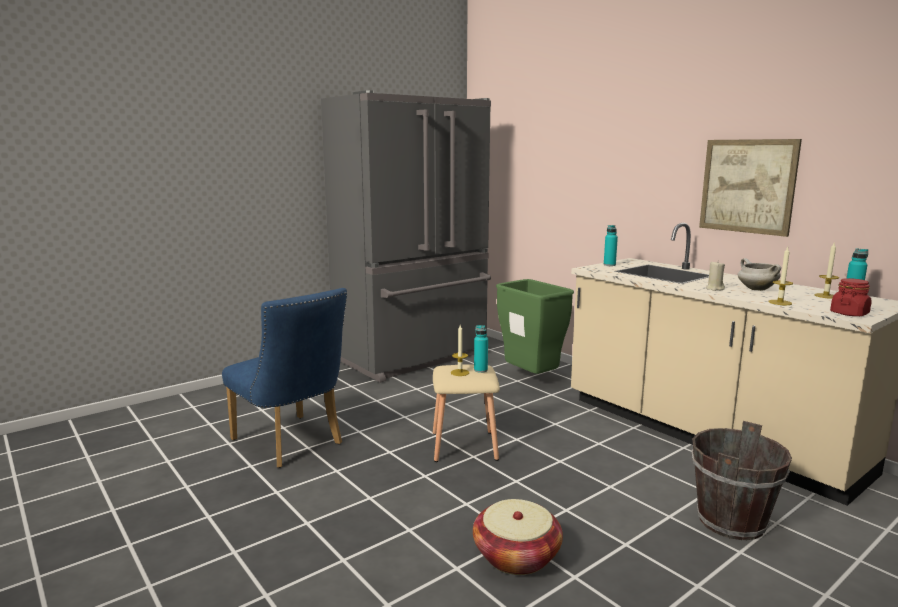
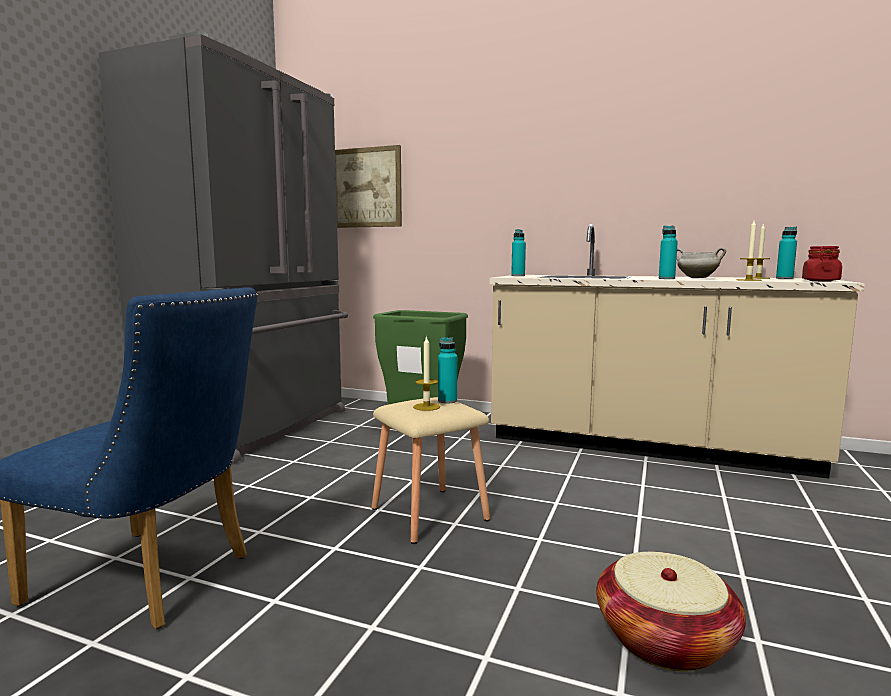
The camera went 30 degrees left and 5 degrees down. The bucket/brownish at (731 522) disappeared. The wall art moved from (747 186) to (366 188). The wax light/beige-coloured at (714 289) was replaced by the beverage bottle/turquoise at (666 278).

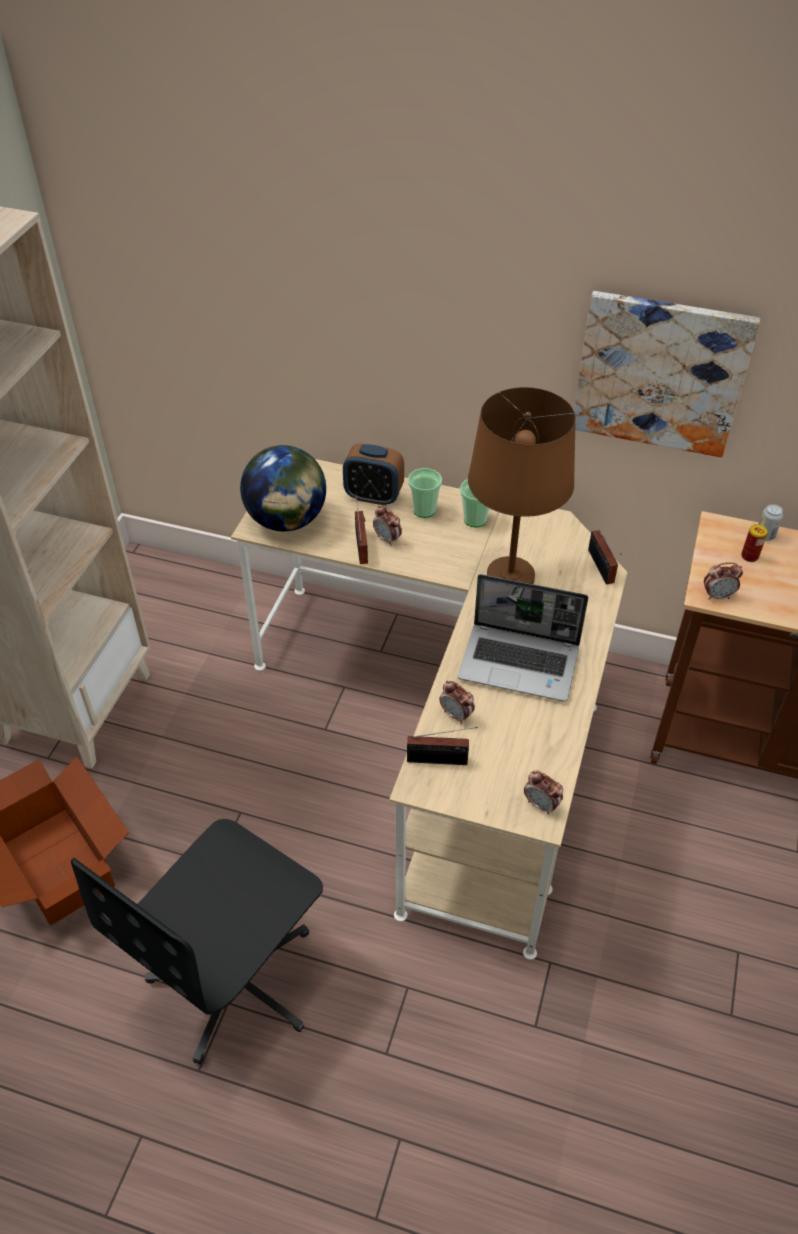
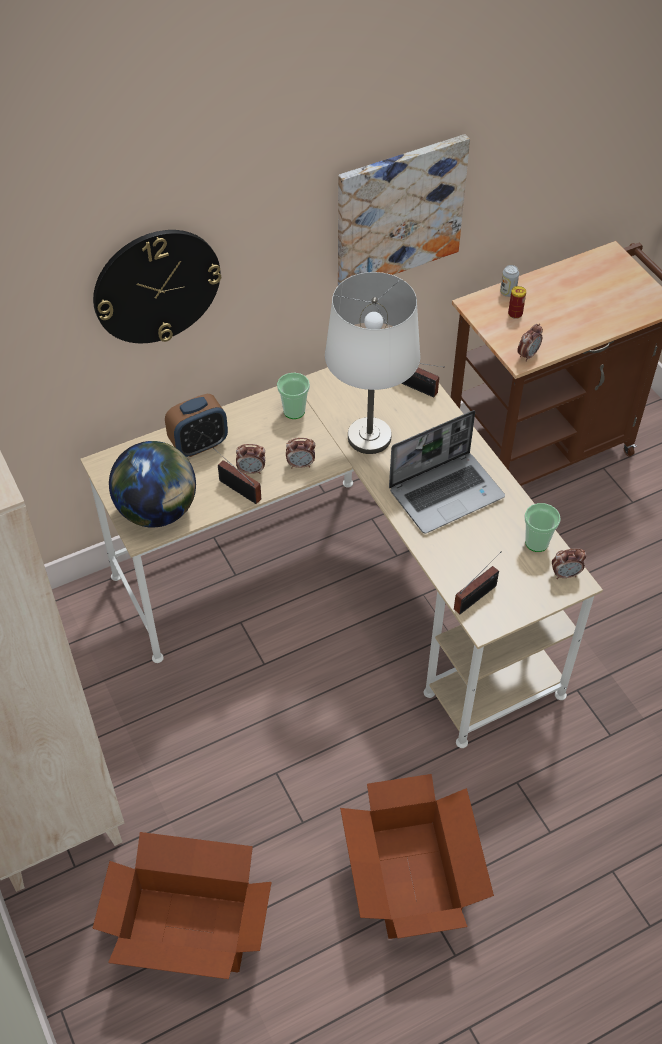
The camera went 45 degrees left and 5 degrees up. The clock on the wall at (156 286) appeared. The small cup moved from (424 510) to (537 542). The table clock moved from (456 715) to (300 464). The desk chair/black at (236 980) was replaced by the carton at (410 880). The table lamp/brownish at (511 578) became the table lamp/whitish at (370 437).

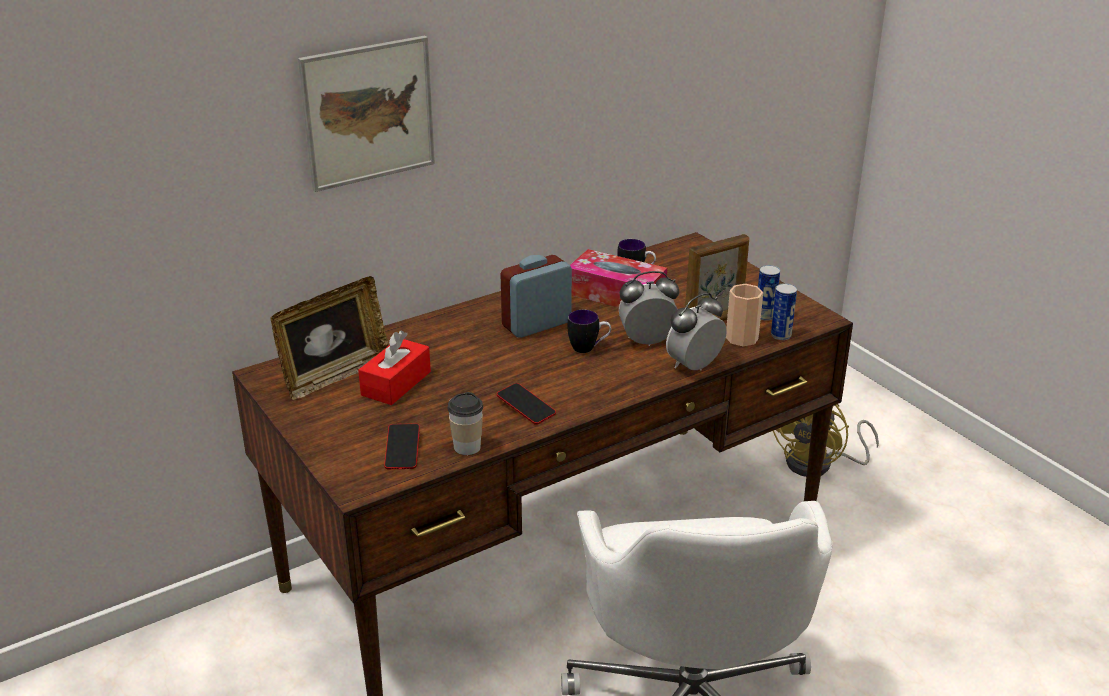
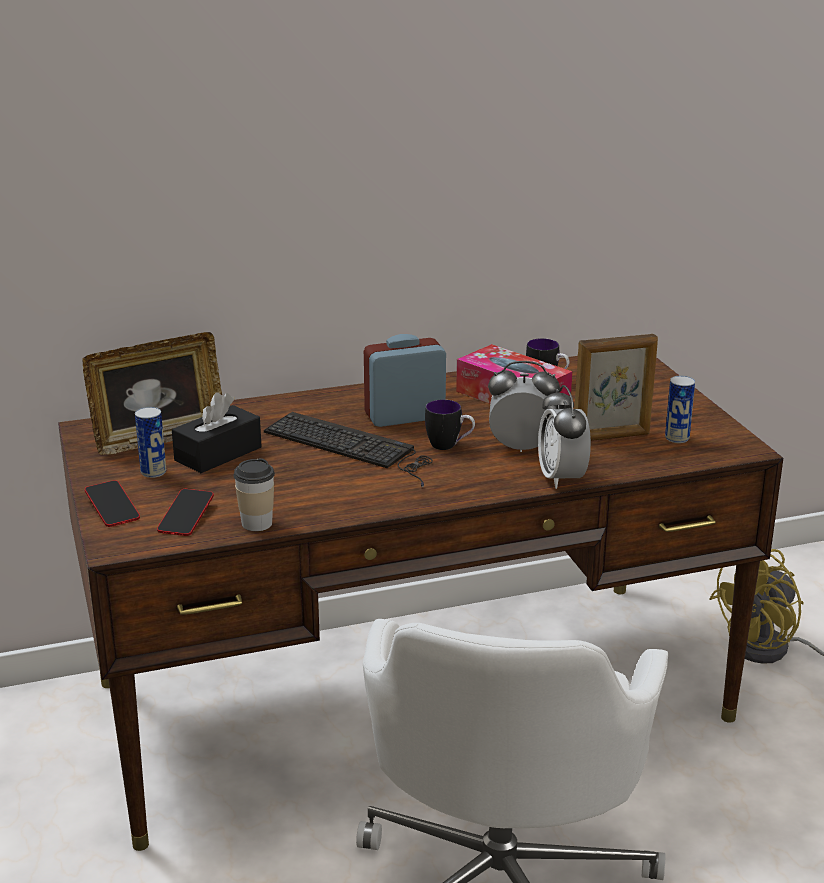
The camera went 15 degrees right and 5 degrees down. The wall art at (368 112) disappeared. The small cup at (742 338) disappeared. The keyboard at (352 447) appeared. The phone moved from (526 407) to (112 508). The sealed can moved from (781 335) to (153 472). The tissue box/red at (396 383) became the tissue box/black at (218 454). The table clock at (694 366) turned 75 degrees counterclockwise.

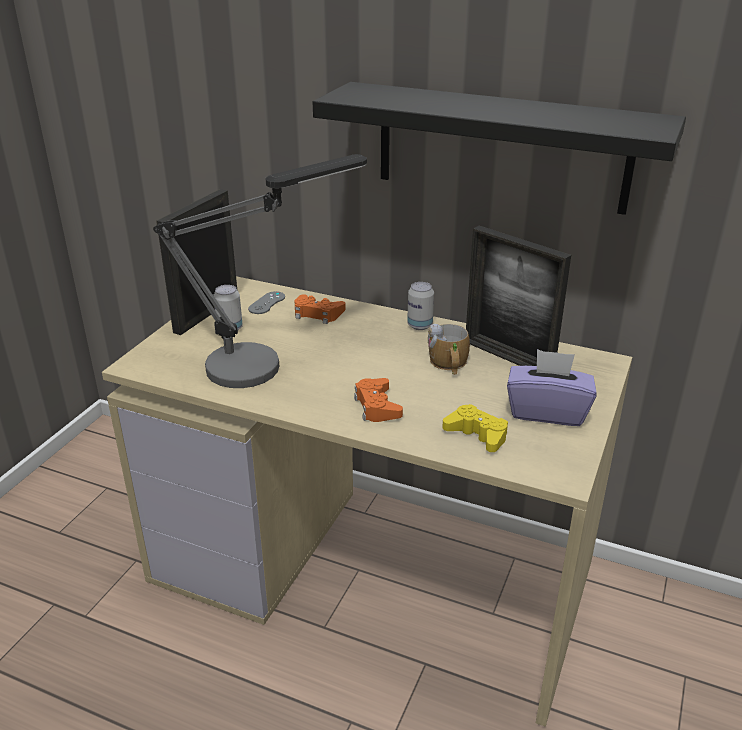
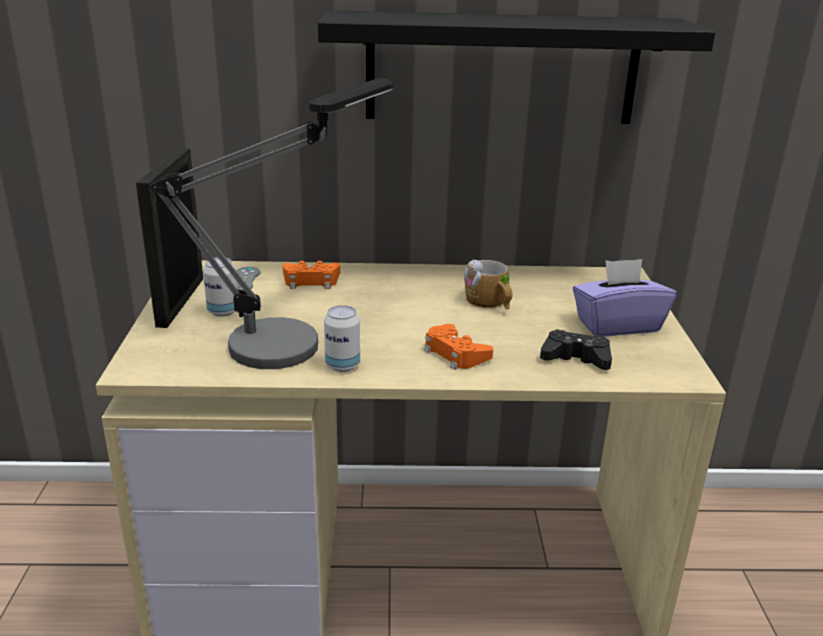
The camera went 25 degrees left and 5 degrees down. The photo frame at (508 357) disappeared. The sealed can moved from (419 325) to (342 365). The game controller/yellowish at (477 434) became the game controller/black at (576 358).

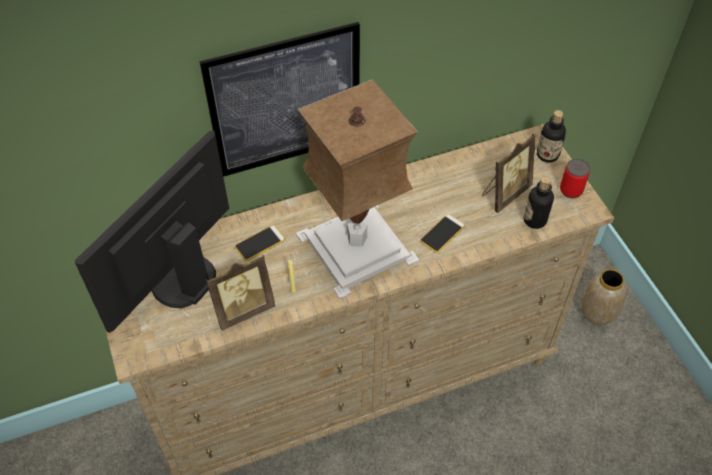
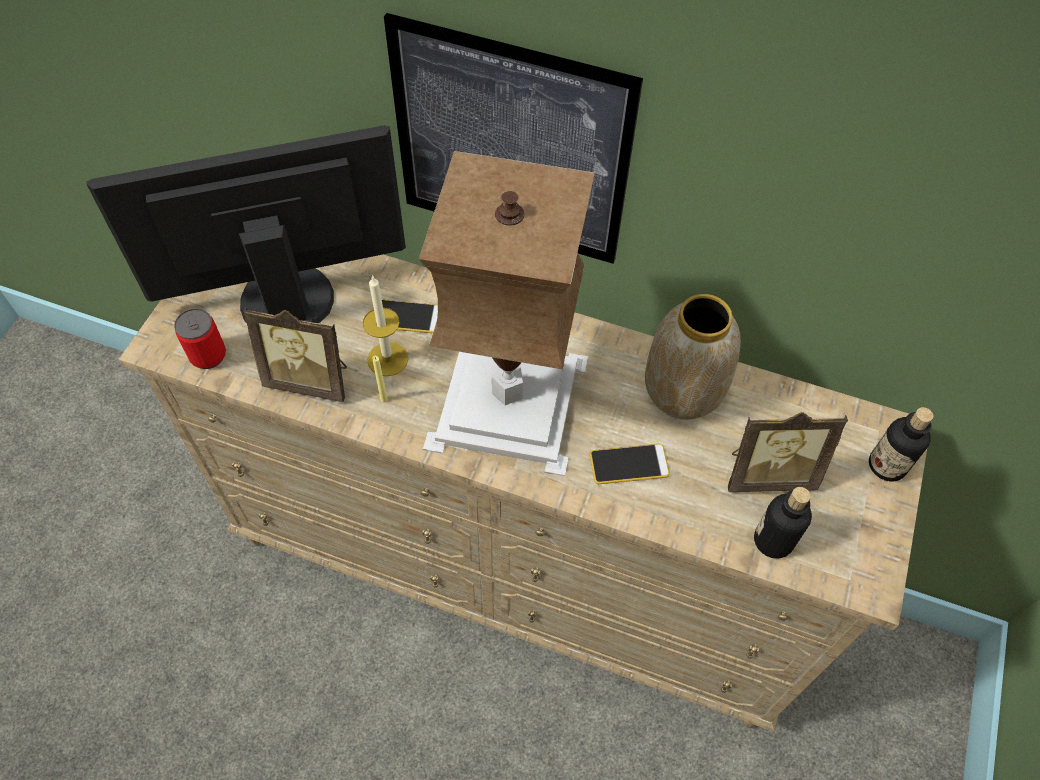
The camera went 40 degrees right and 5 degrees up. The wax light at (387 359) appeared. The sealed can moved from (571 190) to (208 355). The decorative vase moved from (597 312) to (684 392).

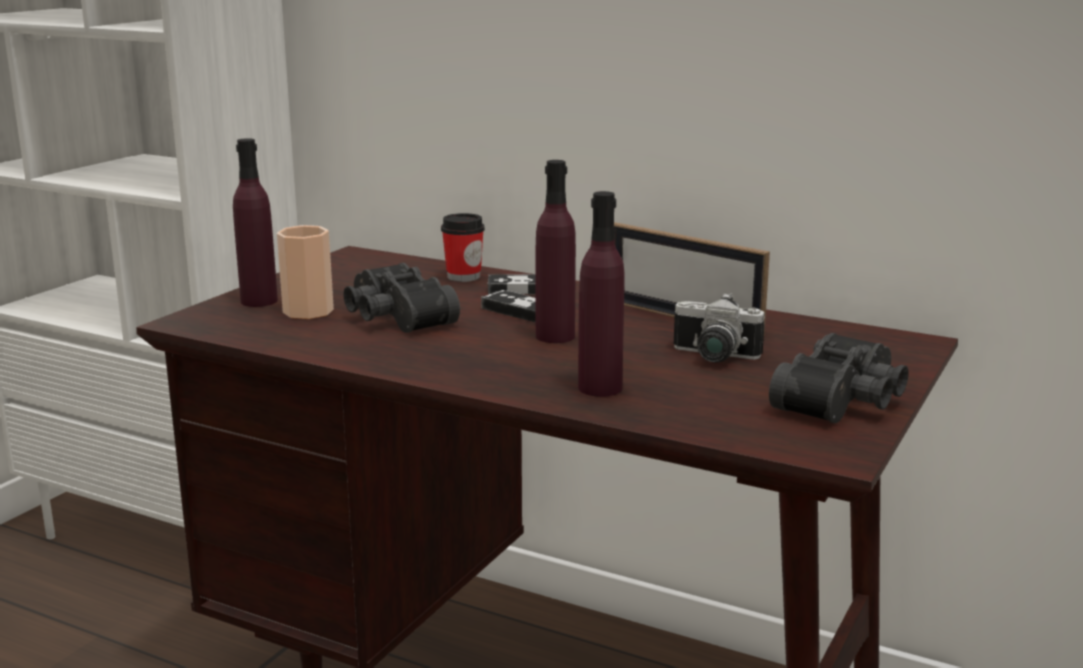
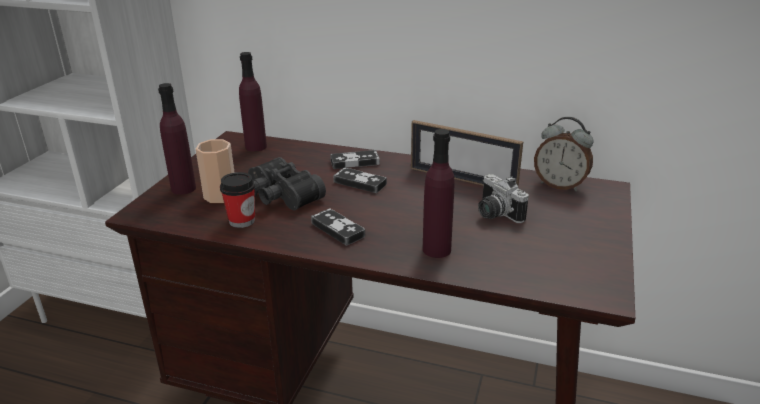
The camera went 10 degrees left and 10 degrees up. The pair of binoculars/black at (845 401) disappeared. The game controller at (337 229) appeared. The table clock at (560 185) appeared. The small cup moved from (463 276) to (242 221). The beverage bottle/purple-coloured moved from (555 336) to (256 147). The still camera at (712 357) turned 45 degrees clockwise.

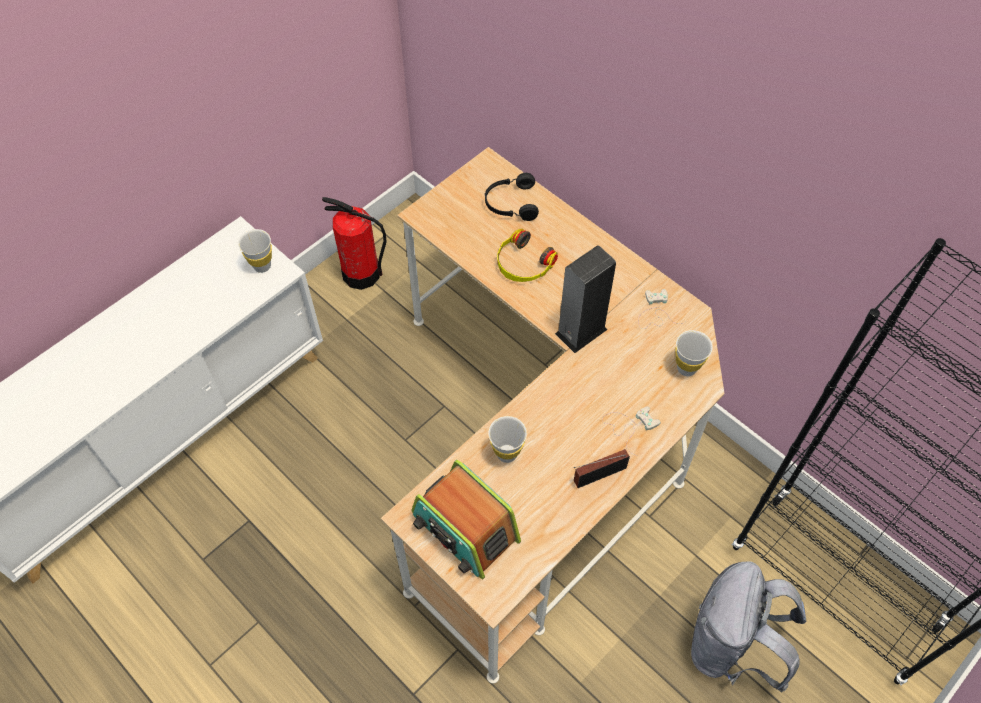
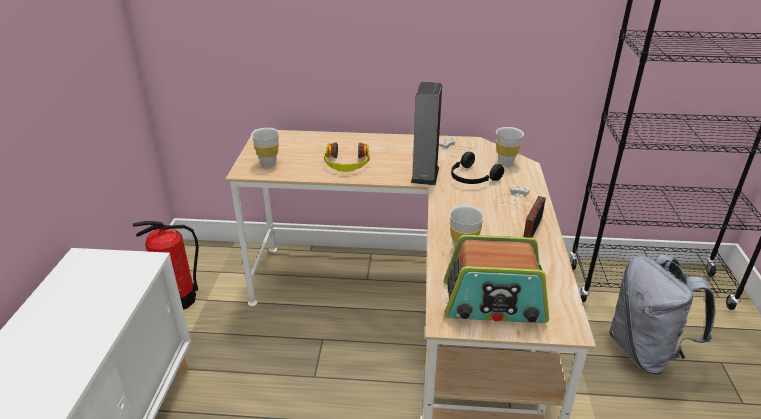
The camera went 40 degrees left and 25 degrees down. The small cup/whitish moved from (262 266) to (268 163). The headphones/black moved from (510 203) to (472 178).

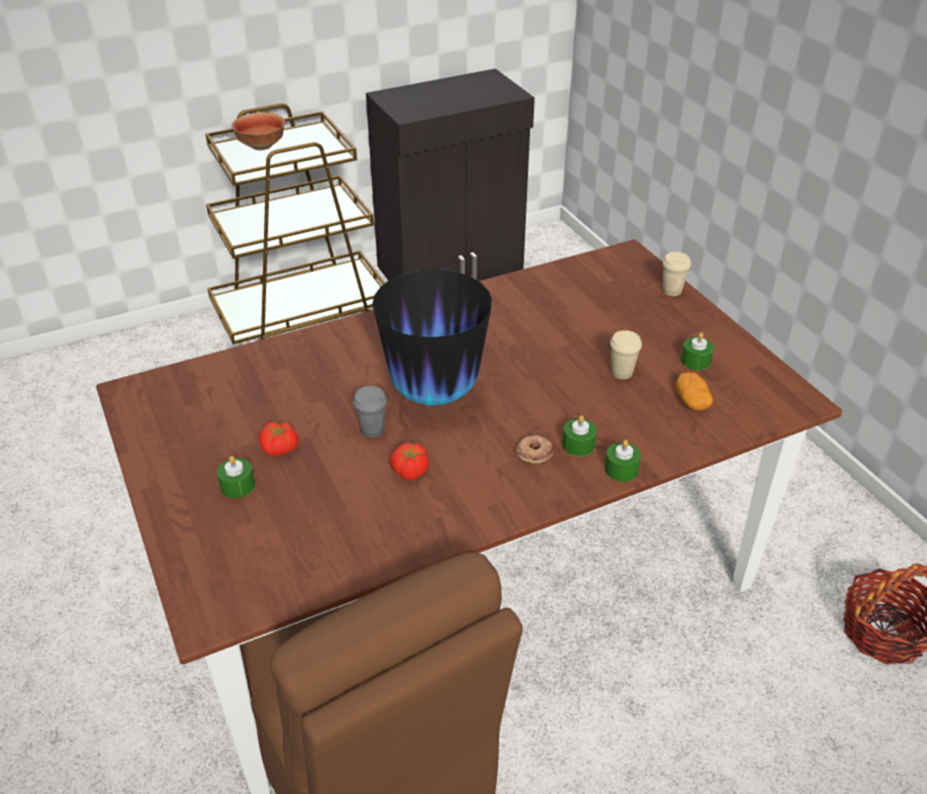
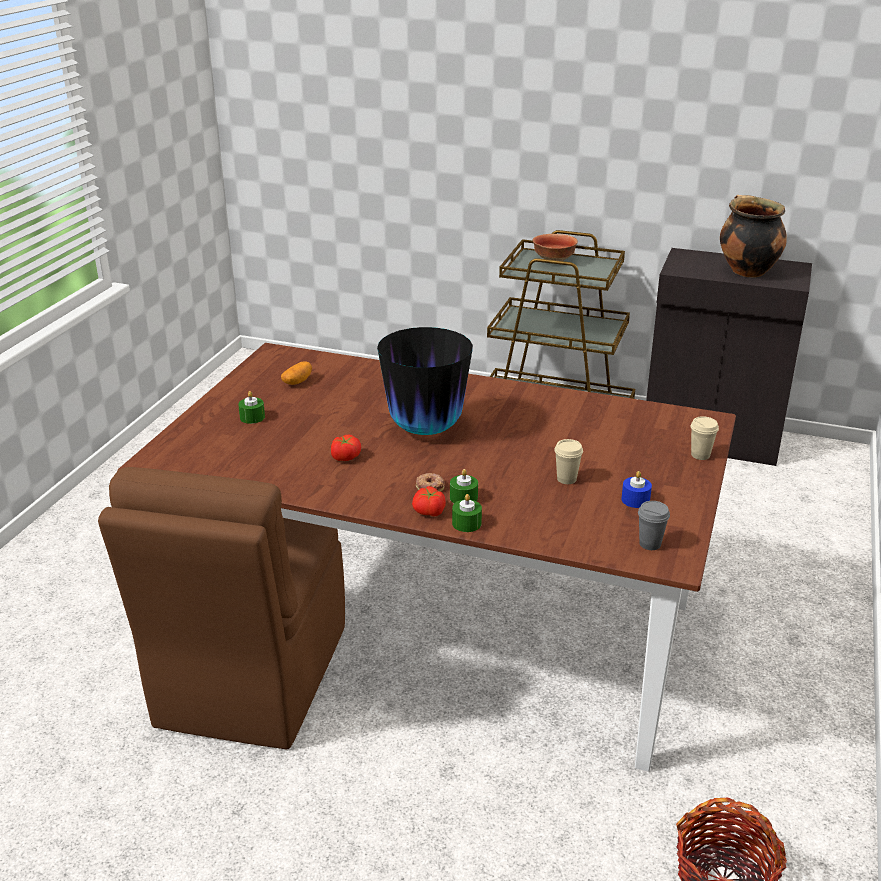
The camera went 45 degrees right and 10 degrees down. The saucepot at (746 271) appeared. The fresh tomato moved from (280 449) to (429 511). The small cup/grey moved from (372 430) to (650 544). The spud moved from (691 401) to (297 382). The wax light/green at (695 361) became the wax light/blue-coloured at (635 500).

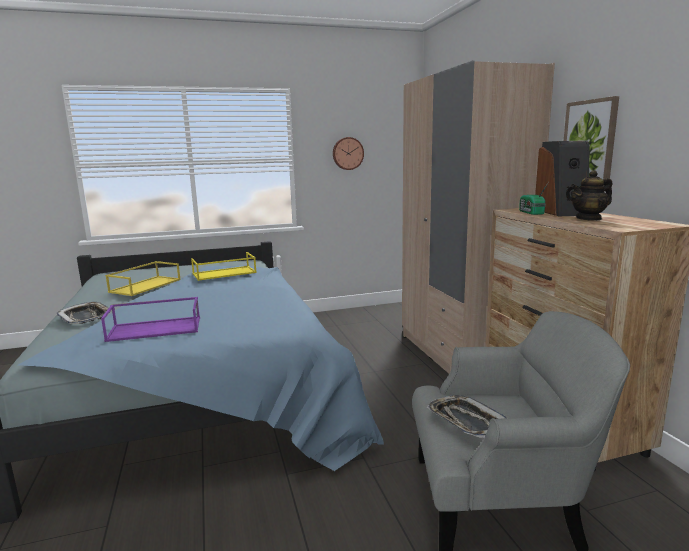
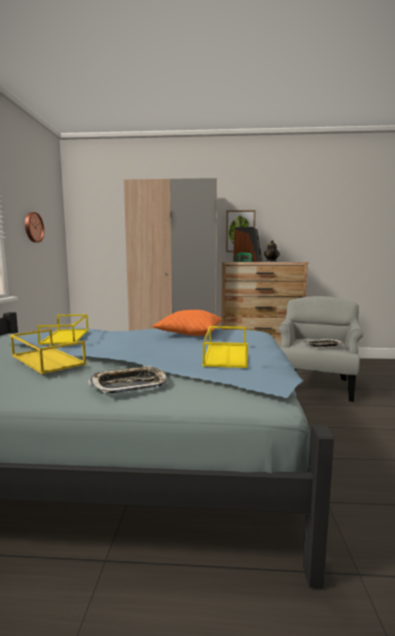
The camera went 70 degrees left and 5 degrees down. The throw pillow/orange at (189 334) appeared. The serving tray/purple-coloured at (156 328) became the serving tray/yellowish at (225 355).

